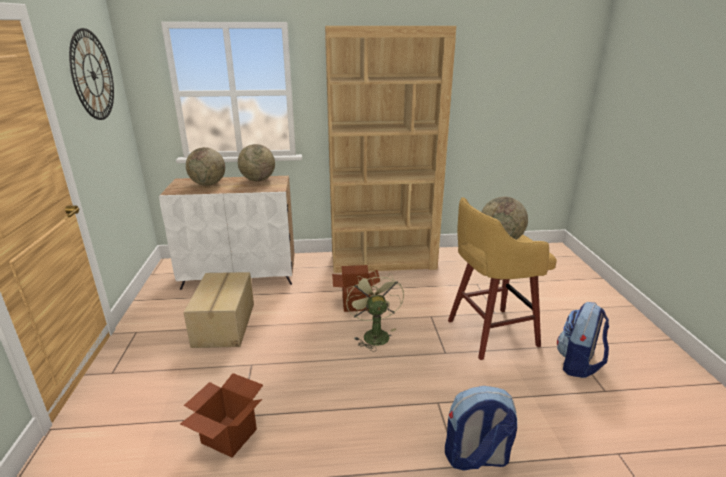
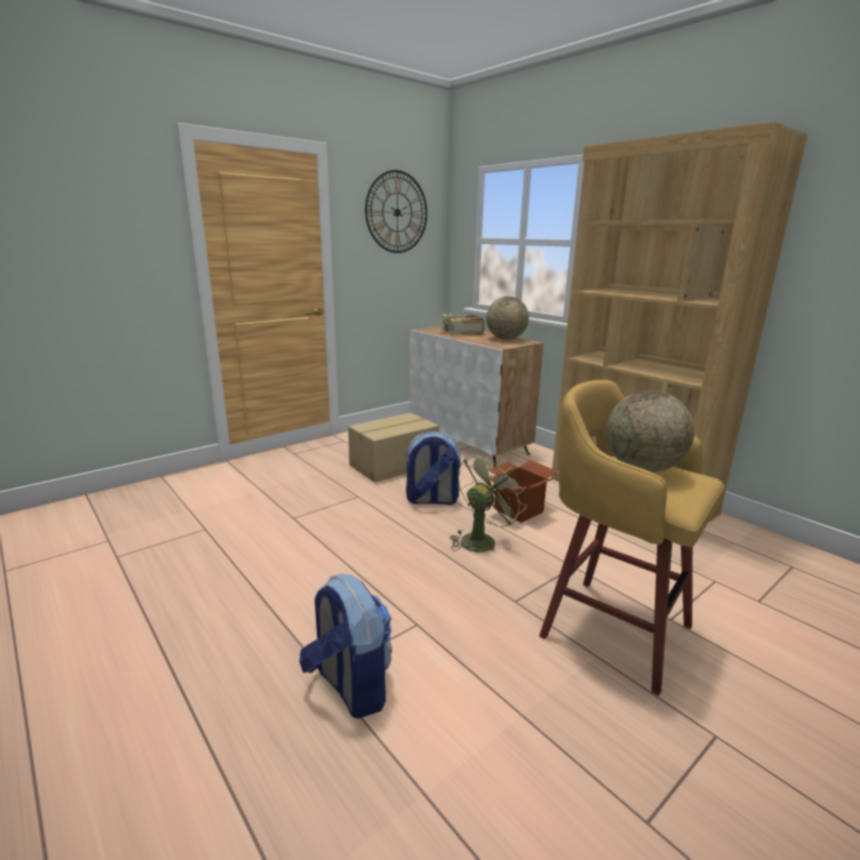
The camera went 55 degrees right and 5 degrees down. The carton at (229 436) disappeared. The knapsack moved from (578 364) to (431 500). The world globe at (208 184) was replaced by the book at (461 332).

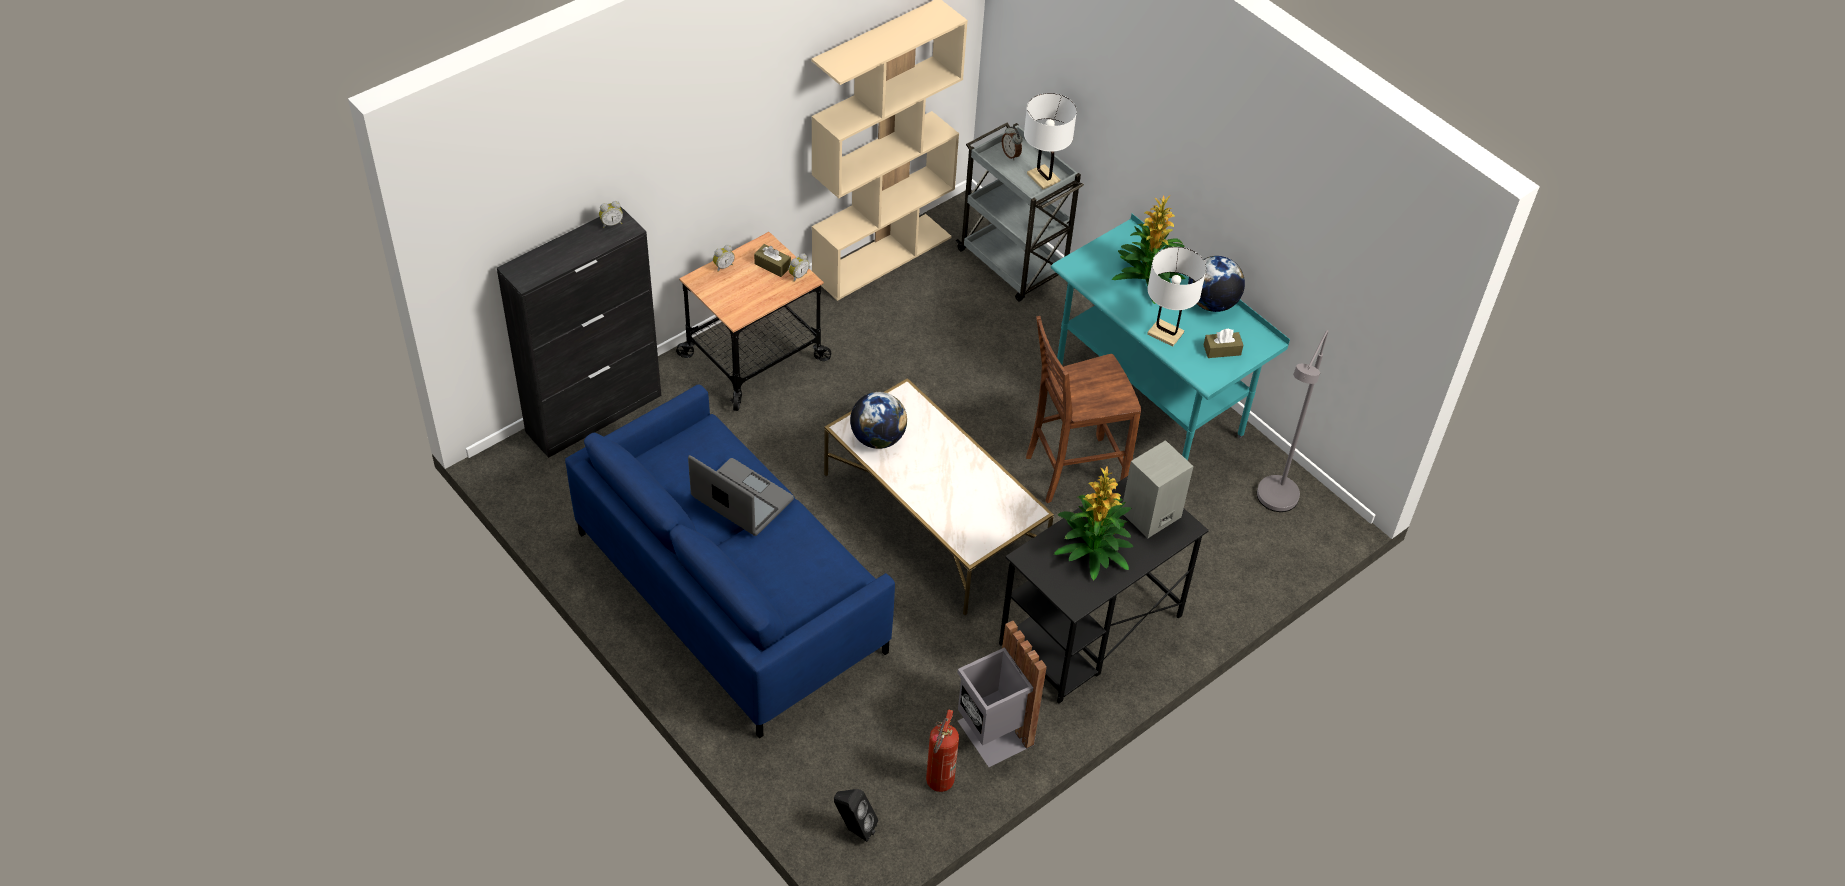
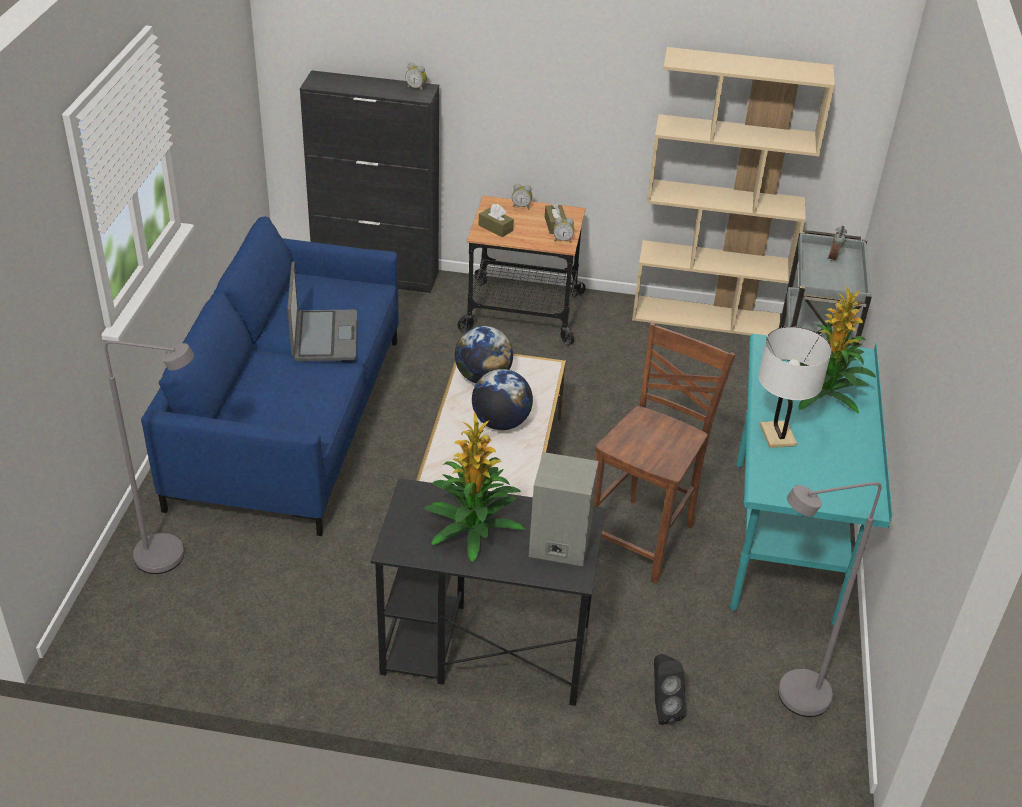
The camera went 50 degrees right and 10 degrees down. The fire-fighting cylinder at (937 786) disappeared. The waste bin/grey at (992 735) disappeared. The table lamp/whitish at (1043 178) disappeared. The standing lamp/grey at (173 558) appeared. The loudspeaker/black moved from (854 828) to (662 708). The world globe moved from (1211 303) to (500 422). The tissue box/brownish moved from (1222 350) to (495 228). The chair/brownish at (1072 471) turned 90 degrees clockwise.

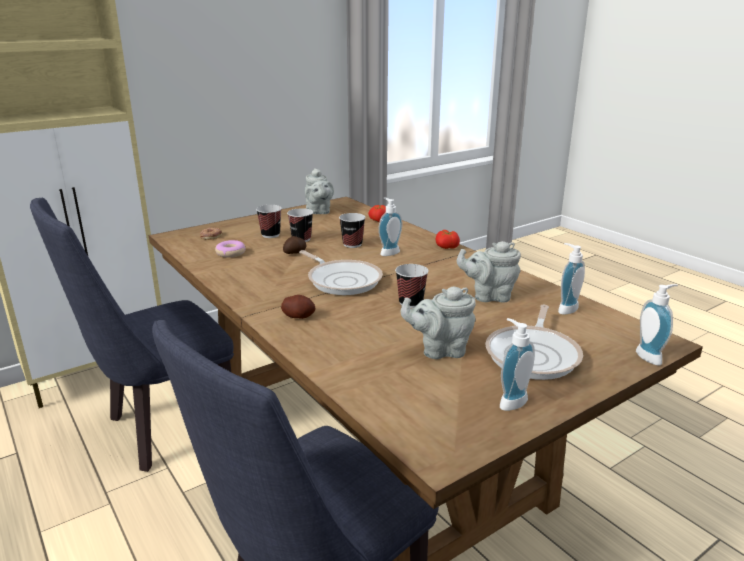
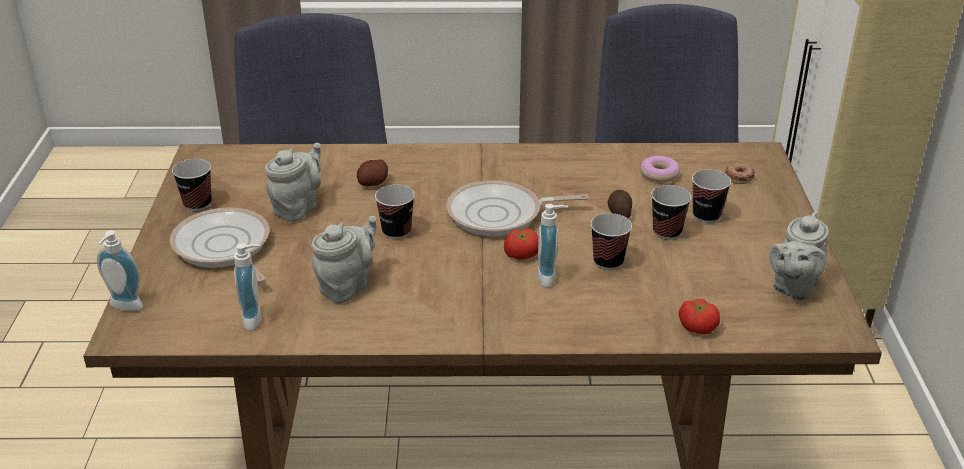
The camera went 125 degrees right and 10 degrees up. The spud moved from (298 316) to (373 183). The fresh tomato moved from (447 247) to (521 254). The soap bottle at (510 401) was replaced by the small cup at (197 204). The teapot/grey at (318 211) turned 75 degrees counterclockwise.

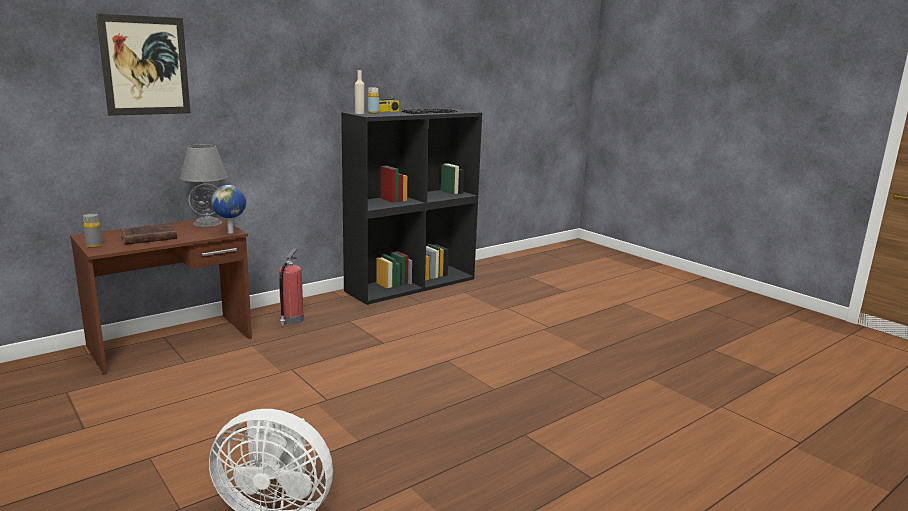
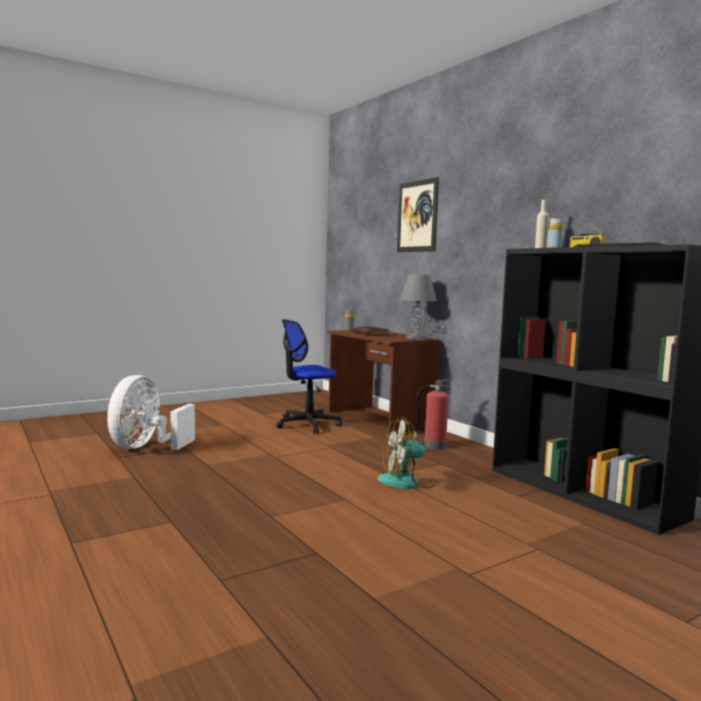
The camera went 95 degrees right and 10 degrees down. The world globe at (231 232) disappeared. The desk chair at (307 424) appeared. The cooling fan at (407 482) appeared.

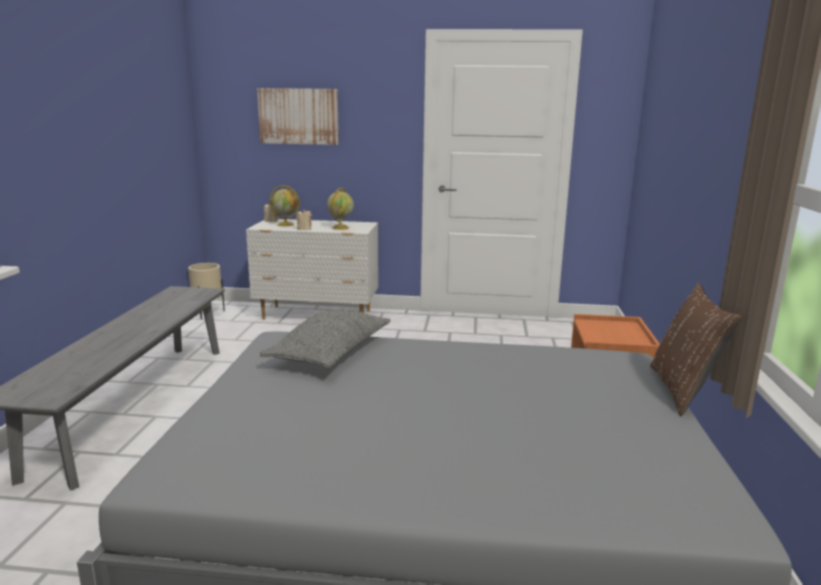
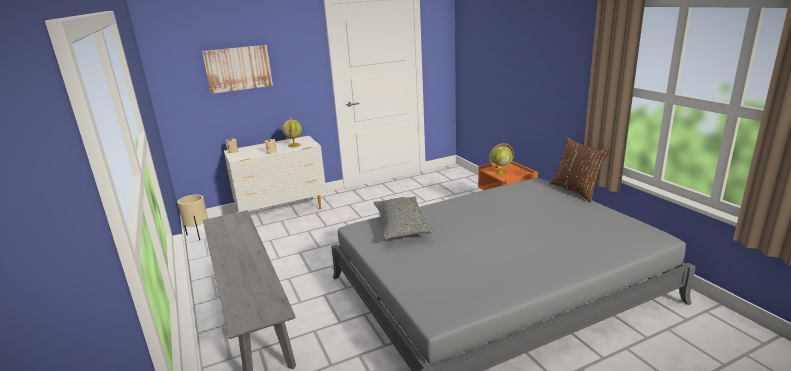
The camera went 30 degrees left and 5 degrees up. The world globe moved from (286 224) to (501 172).

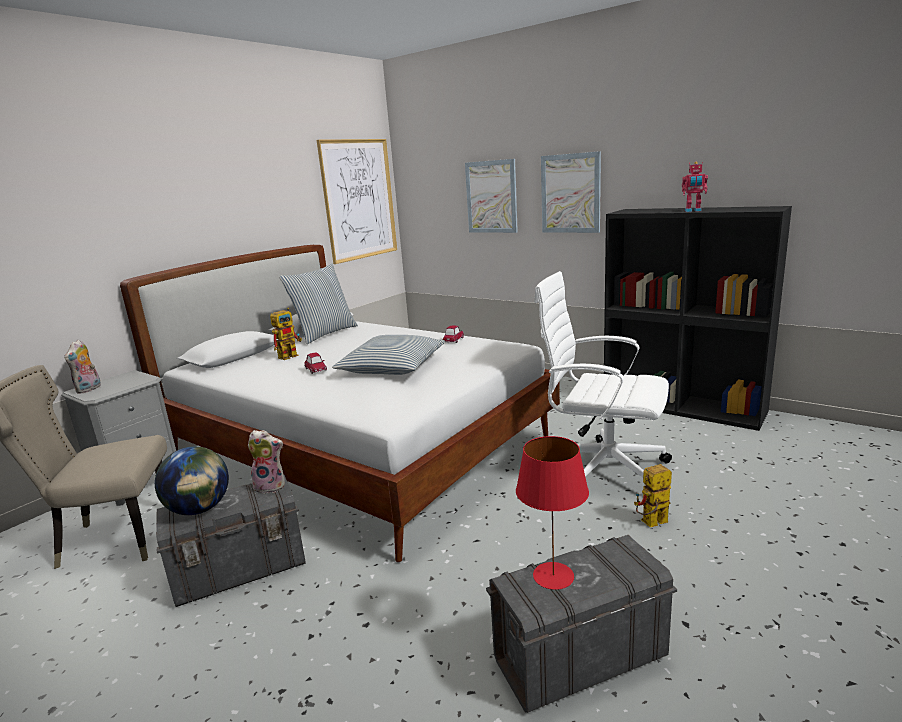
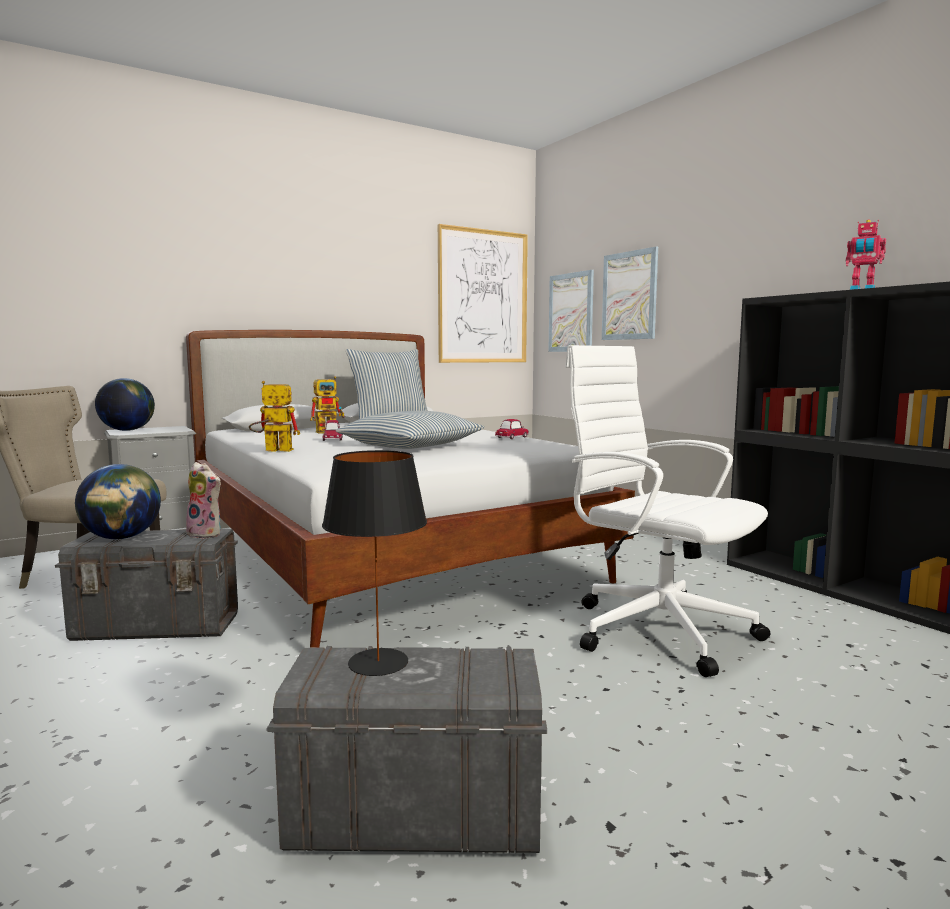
The camera went 20 degrees right and 10 degrees down. The wall art moved from (570 193) to (571 312). The model robot moved from (651 524) to (272 450). The plush toy at (89 389) was replaced by the world globe at (127 430). The table lamp/red at (553 575) became the table lamp/black at (379 662).

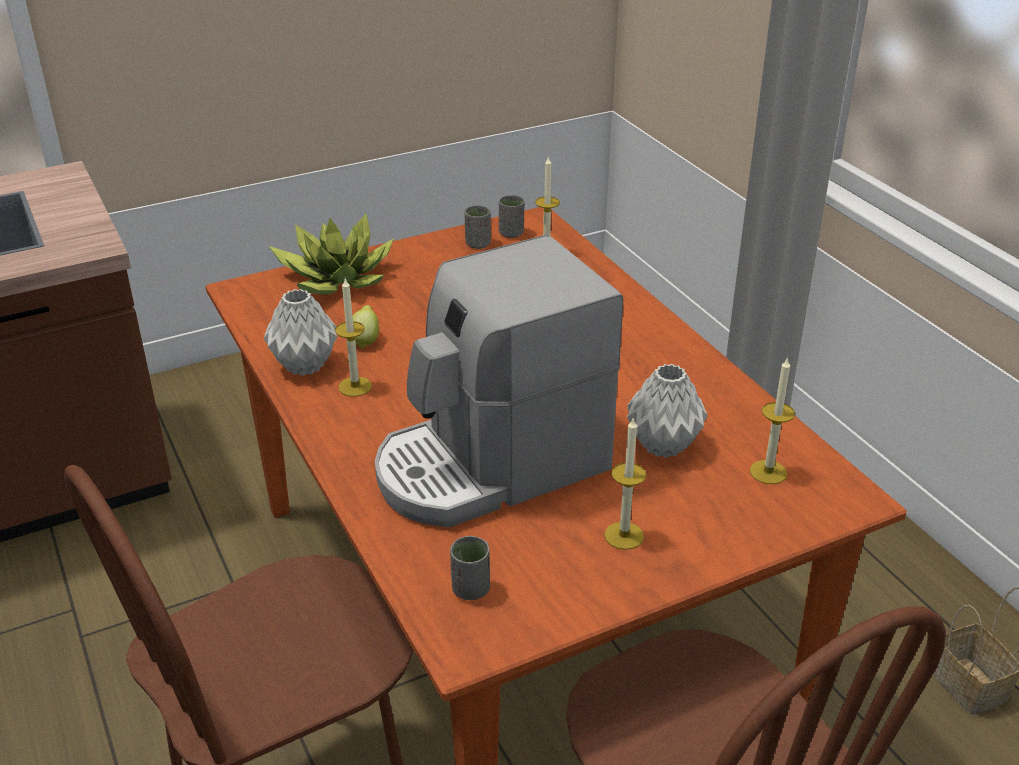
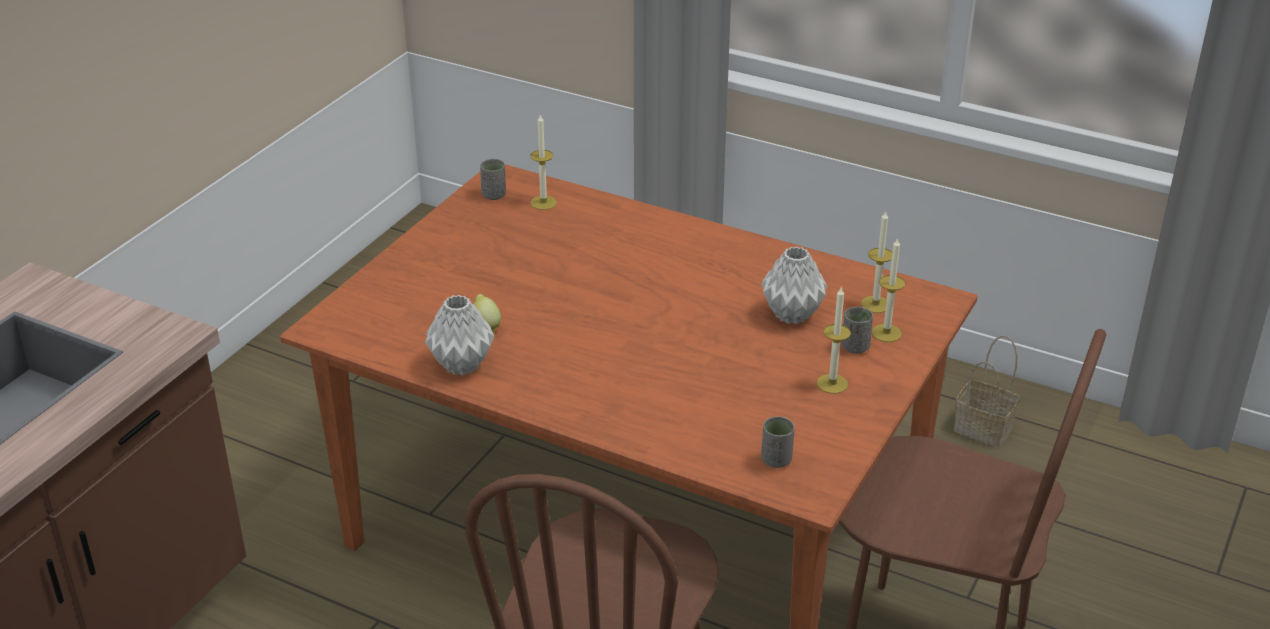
The camera went 35 degrees left and 0 degrees up. The plant in a pot at (335 279) disappeared. The coffee brewer at (490 466) disappeared. The wax light moved from (355 386) to (886 333). The small cup/grey moved from (478 244) to (855 347).

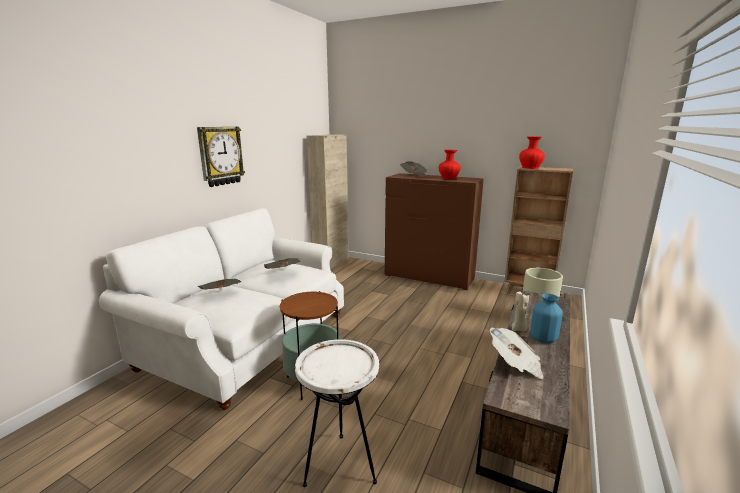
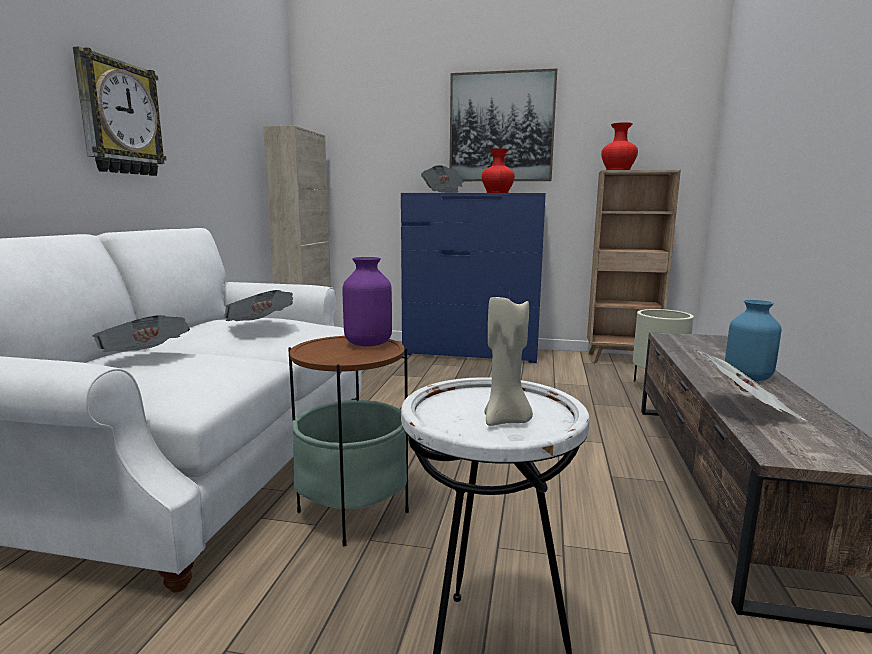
The camera went 15 degrees left and 5 degrees down. The decorative vase/purple-coloured at (368 343) appeared. The wall art at (501 127) appeared. The wax light/beige-coloured moved from (518 329) to (506 420). The drawer chest/brownish at (429 277) became the drawer chest/blue-coloured at (471 352).

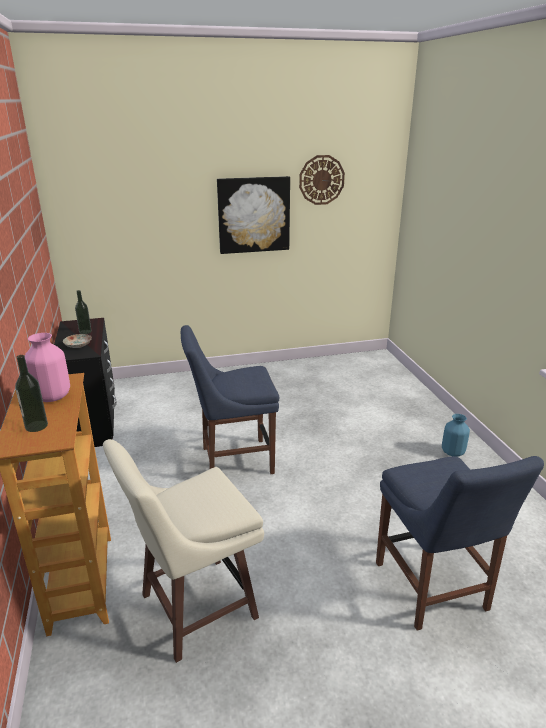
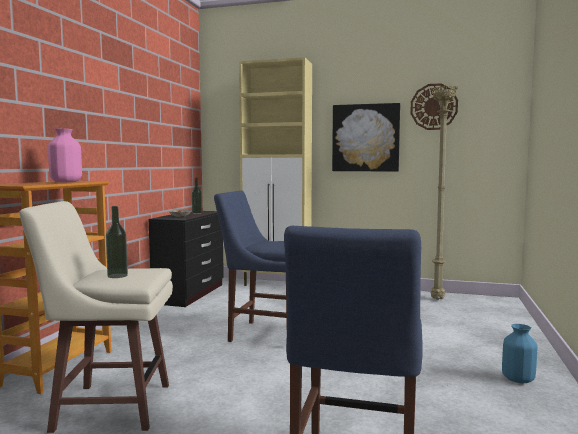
The camera went 30 degrees right and 20 degrees down. The cupboard/beige-coloured at (277 285) appeared. The standing lamp/beige-coloured at (436 299) appeared. The beverage bottle moved from (36 426) to (117 276).

